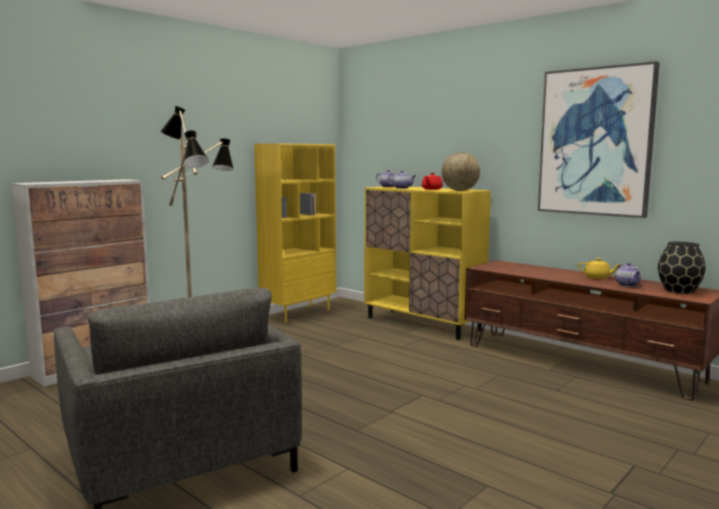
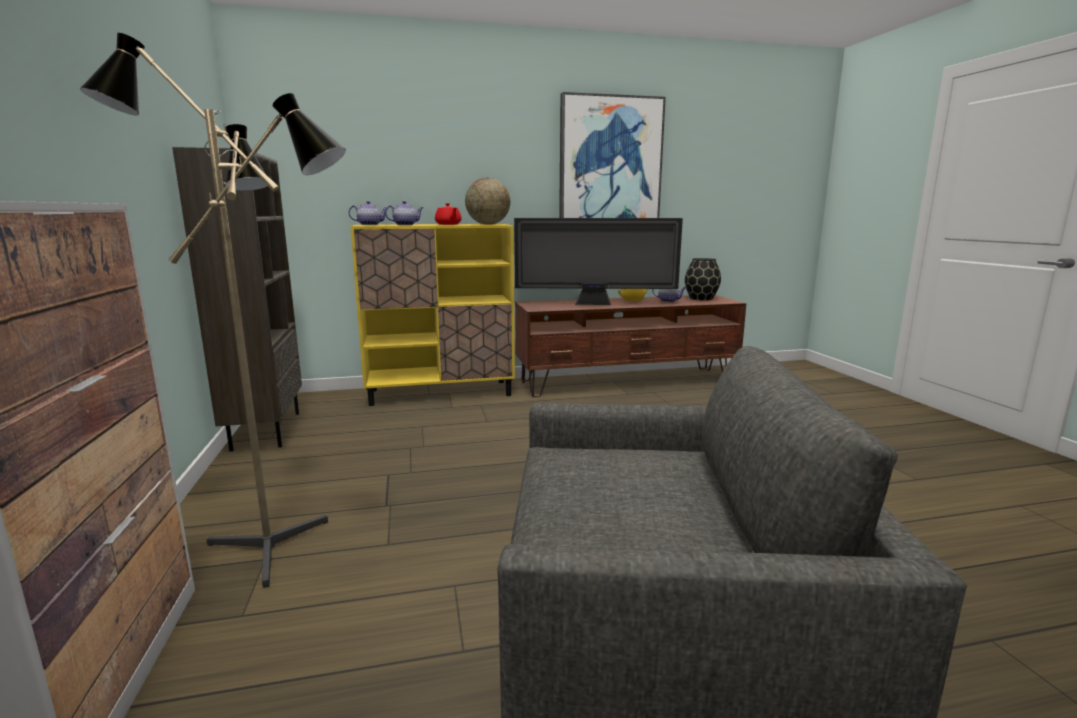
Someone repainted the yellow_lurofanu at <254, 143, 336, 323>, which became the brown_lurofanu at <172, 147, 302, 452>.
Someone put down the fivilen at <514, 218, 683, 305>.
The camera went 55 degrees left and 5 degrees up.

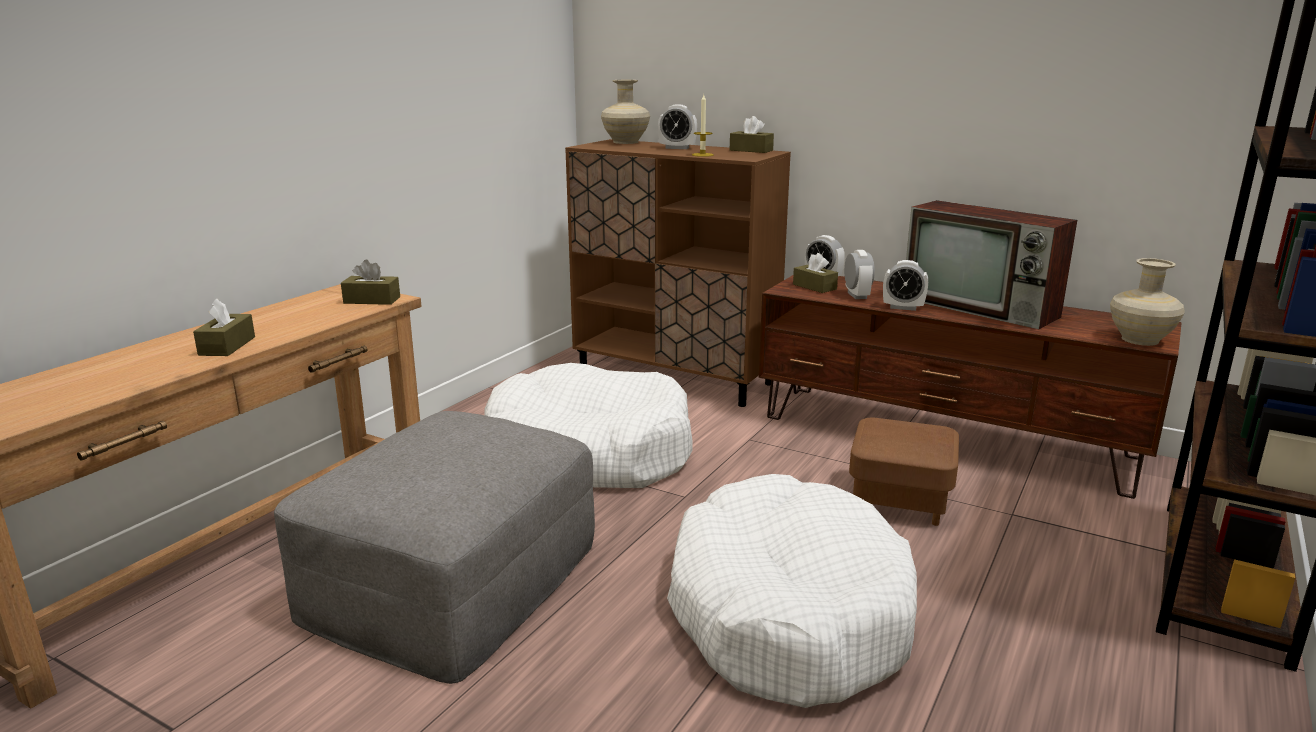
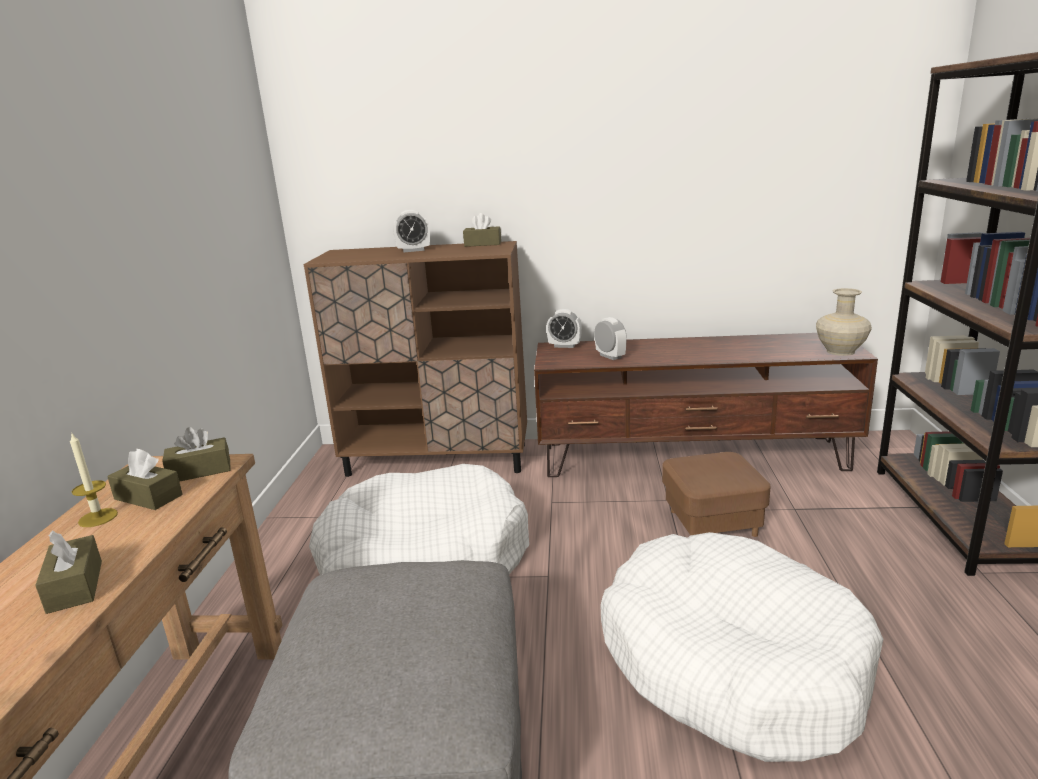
Someone took away the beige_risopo at <601, 80, 650, 144>.
Someone carried the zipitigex from <692, 95, 714, 157> to <70, 434, 118, 527>.
Someone carried the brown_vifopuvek from <793, 253, 838, 293> to <107, 449, 183, 510>.
Someone took away the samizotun at <883, 260, 928, 311>.
Someone took away the fivilen at <906, 200, 1077, 329>.
The camera went 25 degrees left and 0 degrees up.

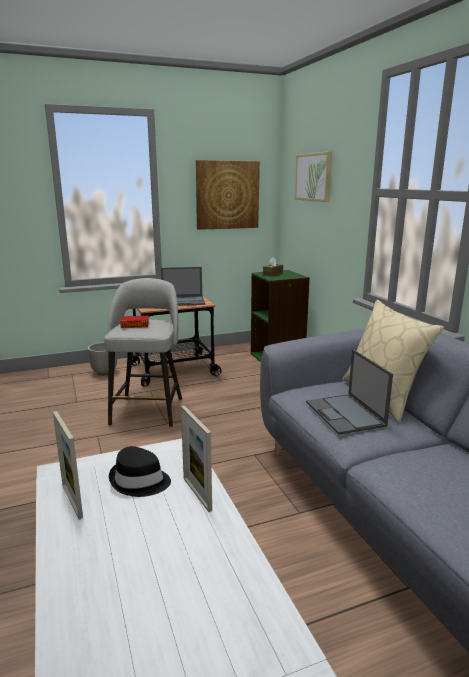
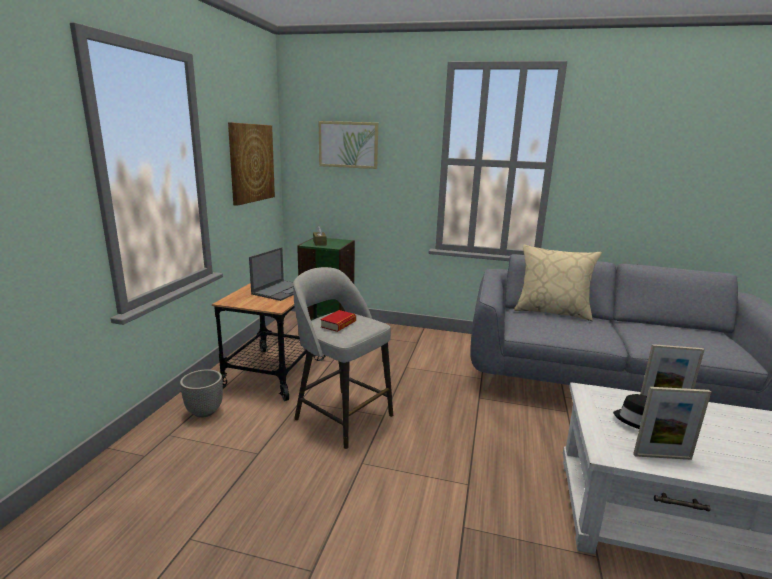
Someone took away the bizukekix at <306, 349, 393, 434>.
The camera went 55 degrees left and 0 degrees up.

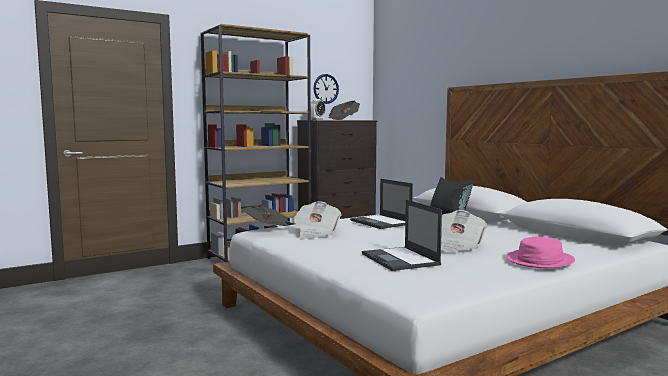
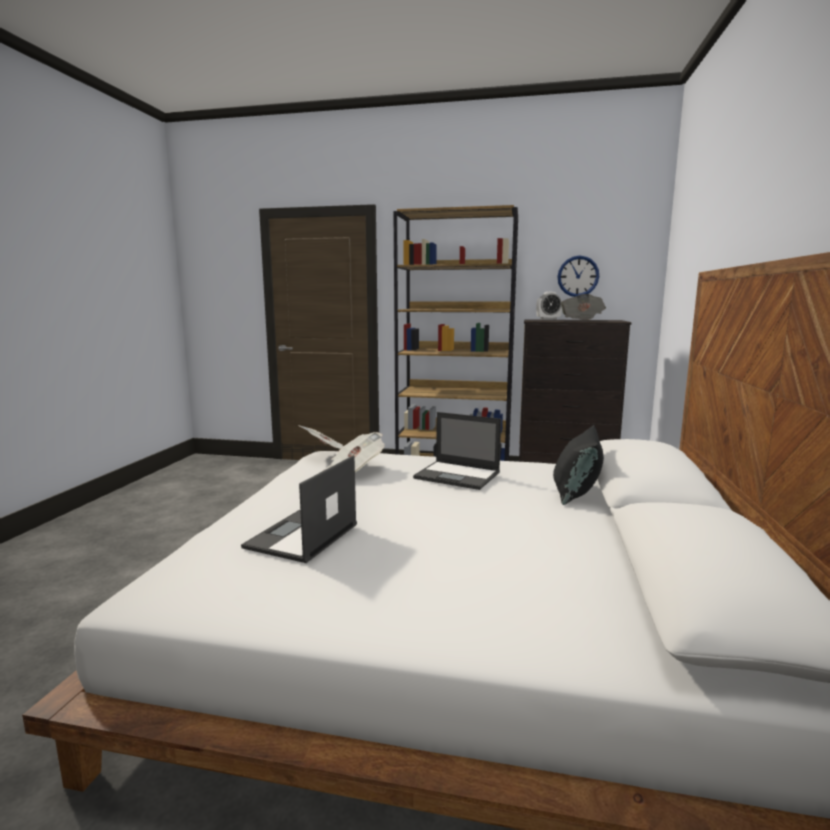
Someone rotated the bizukekix at <350, 179, 413, 229> by 75 degrees counterclockwise.
Someone took away the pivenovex at <441, 210, 487, 252>.
Someone took away the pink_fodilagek at <506, 237, 575, 268>.
The camera went 45 degrees right and 5 degrees up.

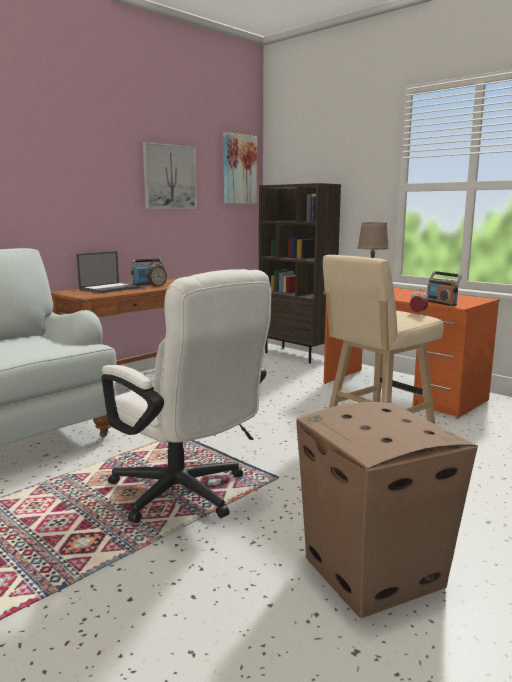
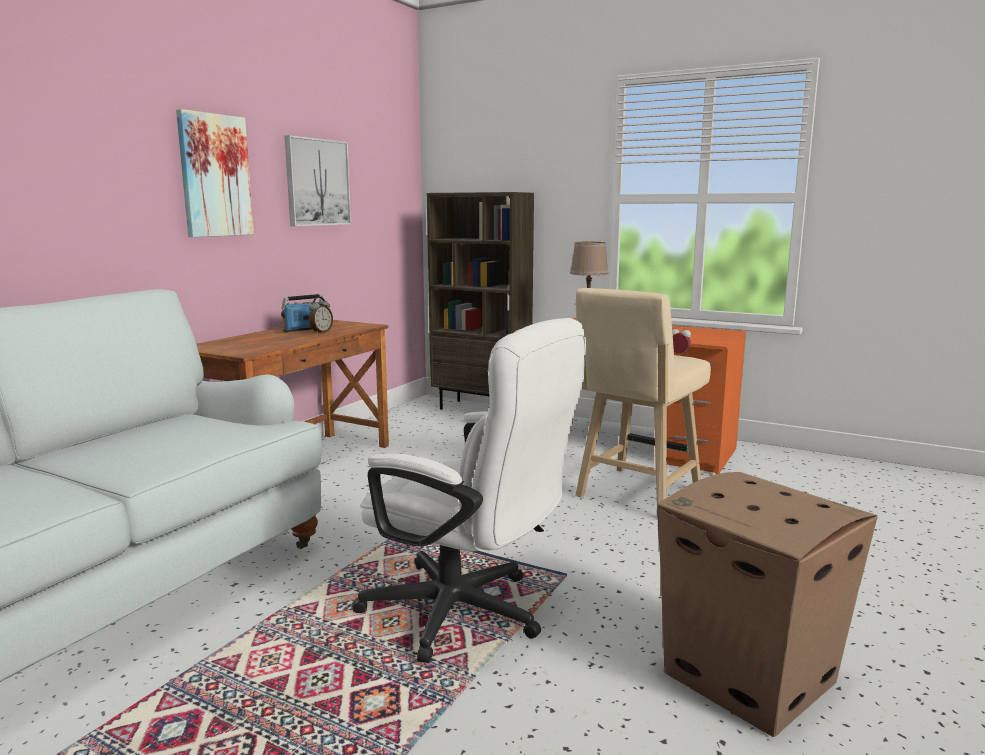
Someone took away the bizukekix at <76, 251, 141, 293>.
Someone carried the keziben from <223, 132, 257, 204> to <176, 109, 254, 237>.
Someone took away the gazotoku at <427, 271, 462, 306>.
The camera went 15 degrees left and 0 degrees up.

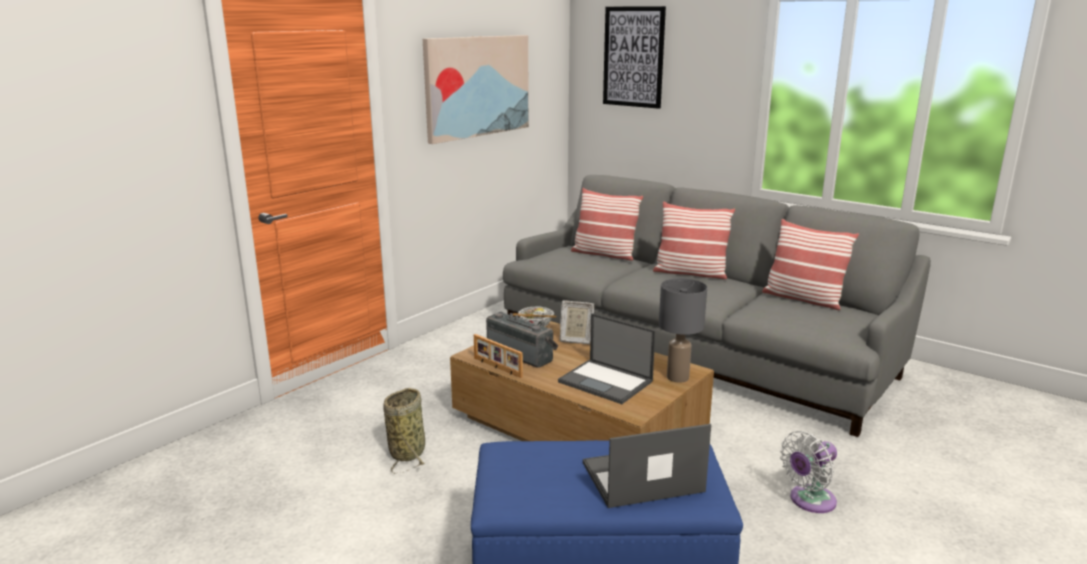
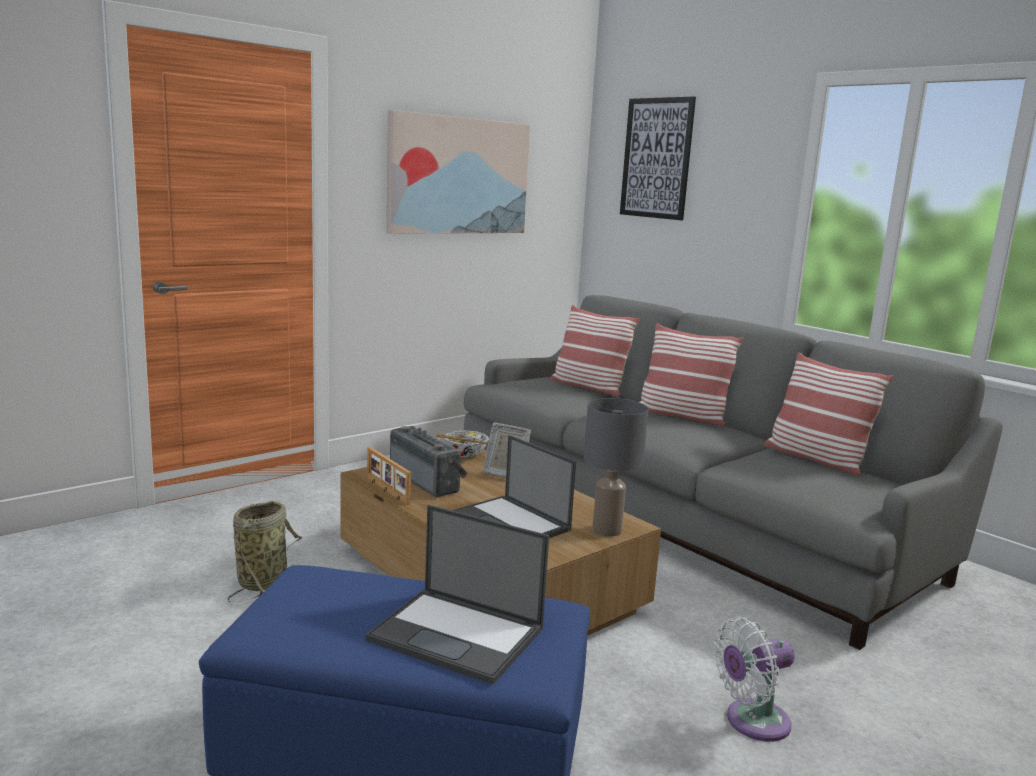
Someone rotated the bizukekix at <583, 424, 711, 508> by 150 degrees counterclockwise.
The camera went 10 degrees right and 5 degrees down.

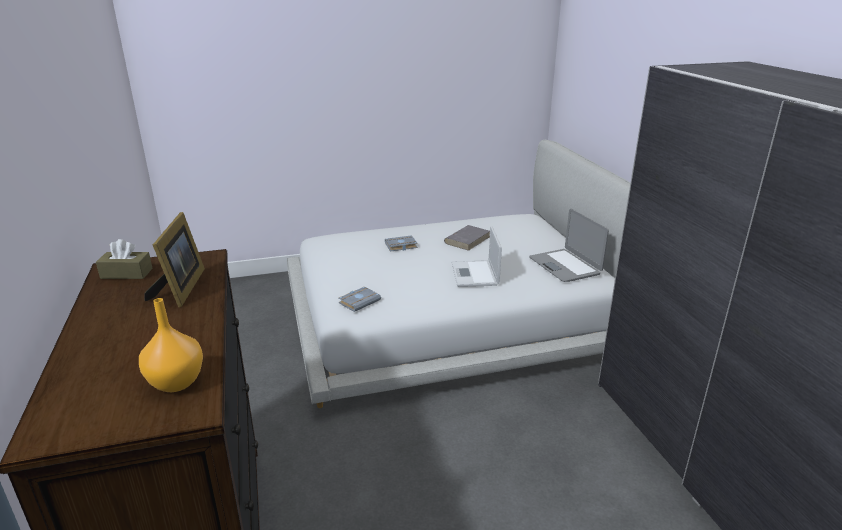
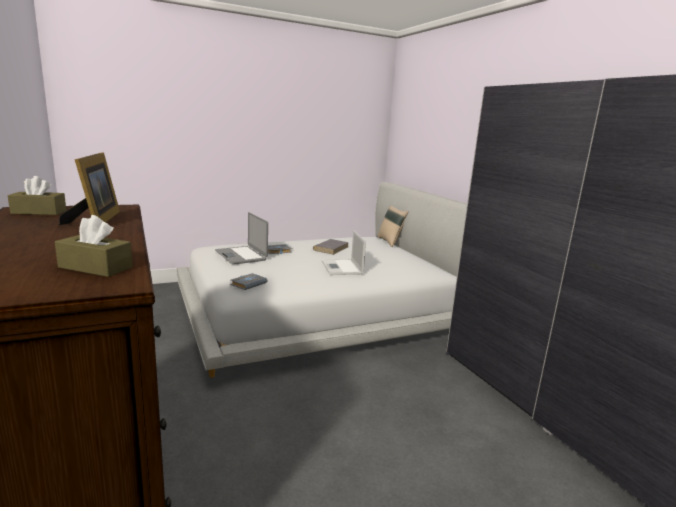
Someone swapped the orange_risopo at <139, 298, 203, 392> for the brown_vifopuvek at <55, 215, 133, 277>.
Someone carried the bizukekix from <529, 209, 609, 282> to <215, 212, 268, 264>.
Someone put down the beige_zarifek at <378, 206, 409, 247>.
The camera went 10 degrees left and 10 degrees down.

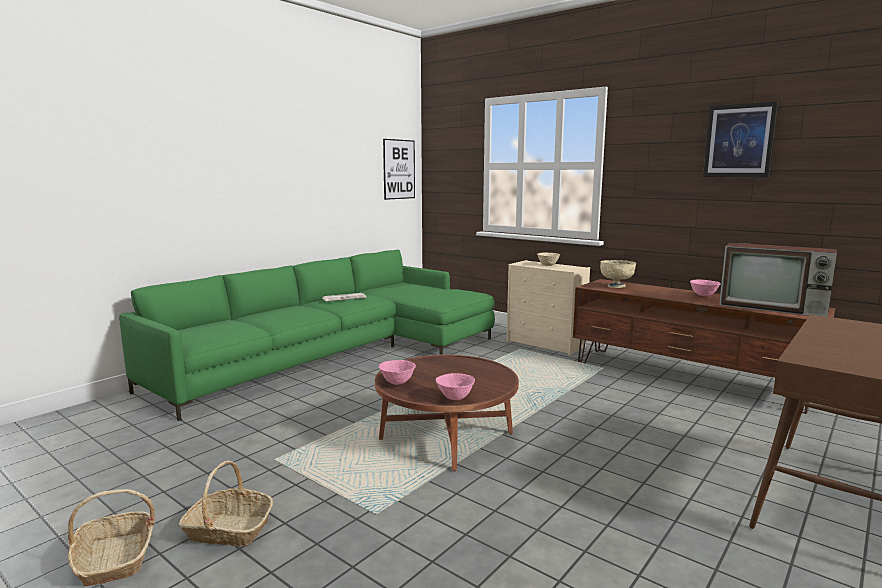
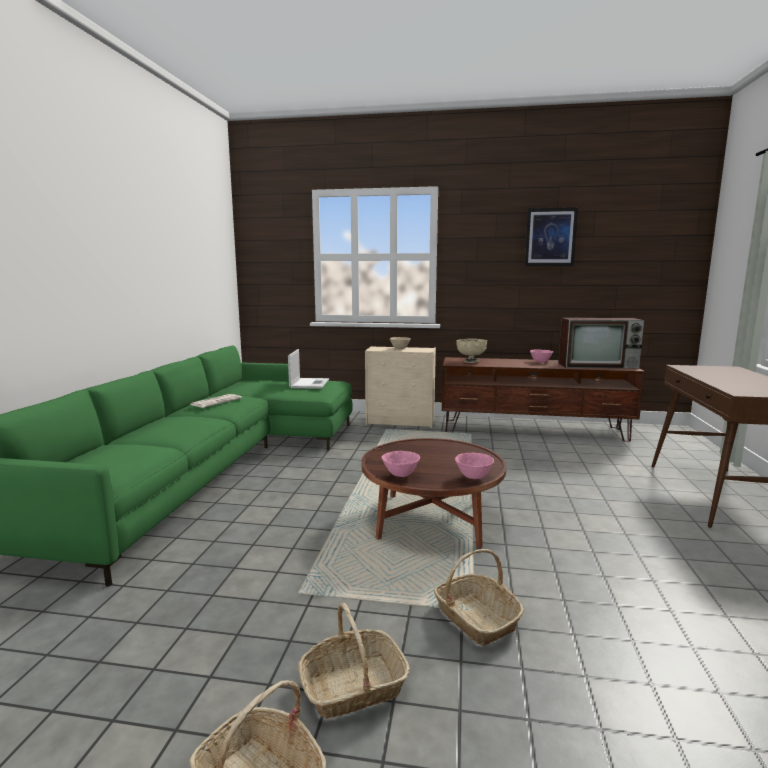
Someone took away the keziben at <383, 139, 415, 200>.
Someone put down the bizukekix at <288, 349, 329, 389>.
Someone put down the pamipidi at <434, 549, 525, 646>.
The camera went 30 degrees left and 0 degrees up.

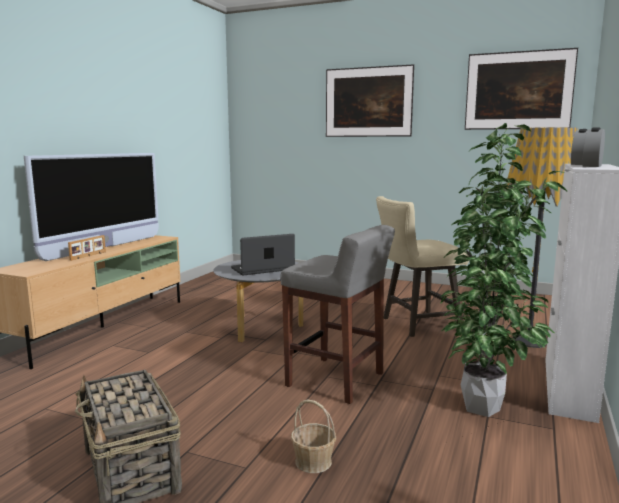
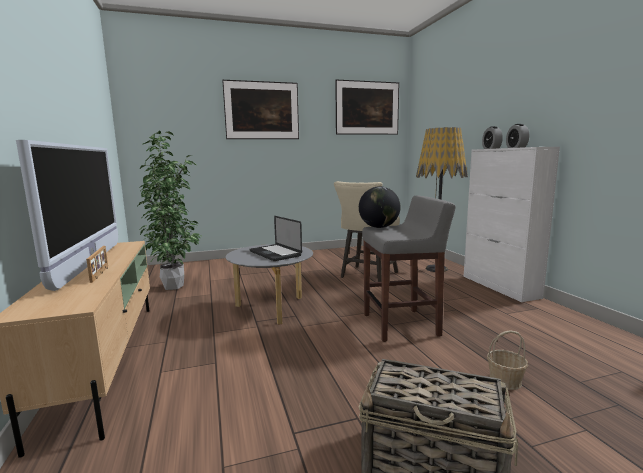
Someone rotated the bizukekix at <231, 234, 295, 275> by 60 degrees counterclockwise.
Someone carried the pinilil from <441, 123, 567, 417> to <137, 131, 203, 290>.
Someone put down the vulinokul at <359, 186, 401, 228>.
The camera went 40 degrees left and 0 degrees up.

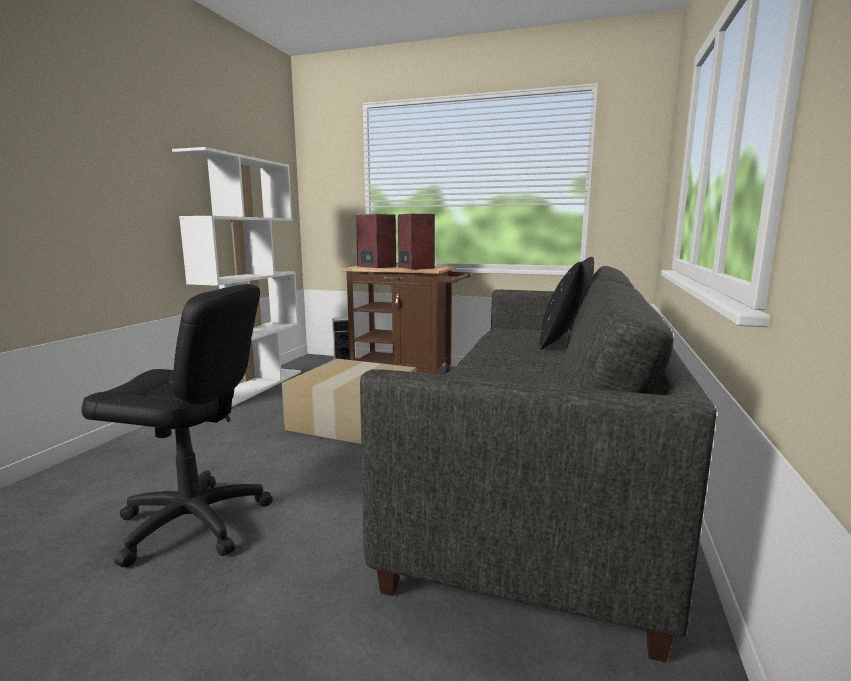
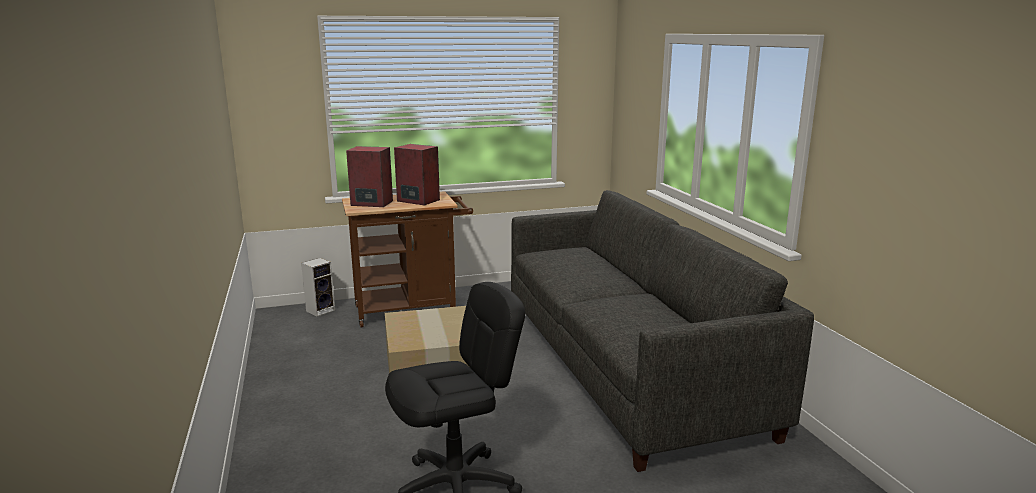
Someone took away the white_lurofanu at <172, 147, 301, 407>.
Someone took away the black_zarifek at <539, 257, 594, 349>.
The camera went 35 degrees left and 5 degrees up.

